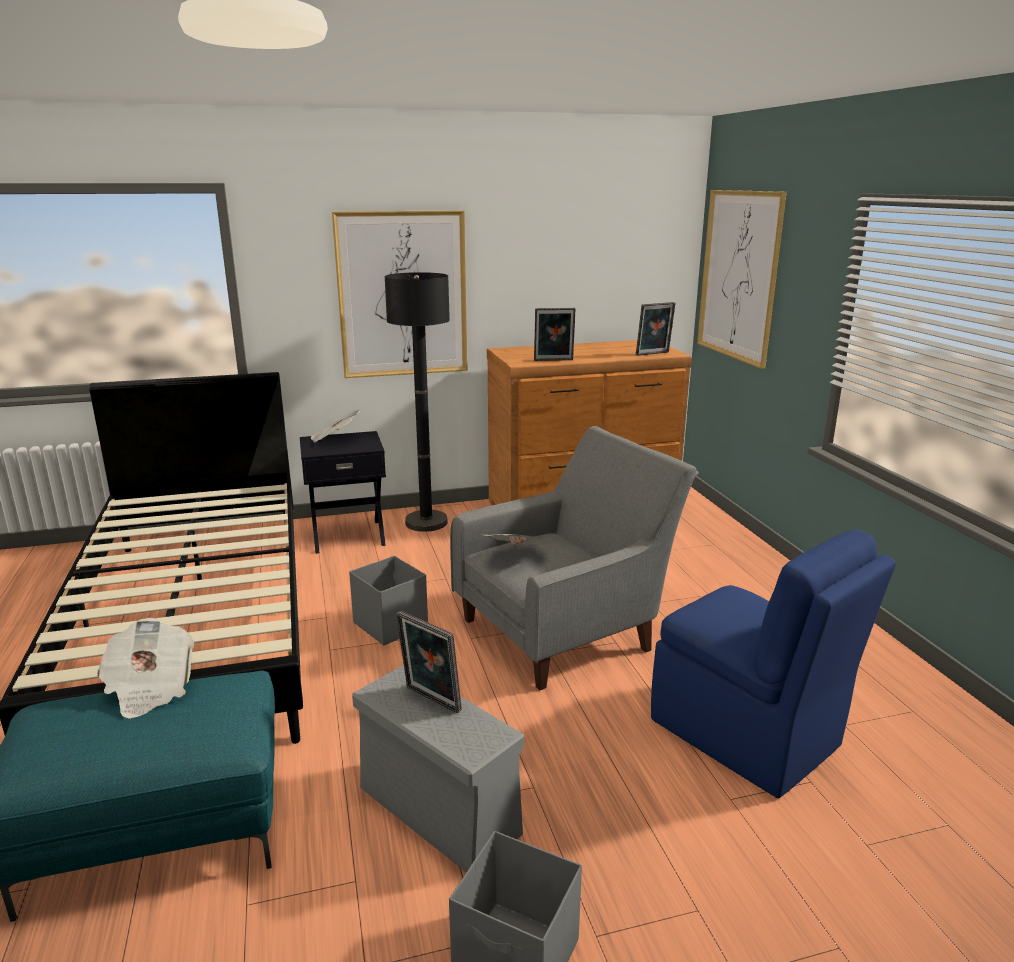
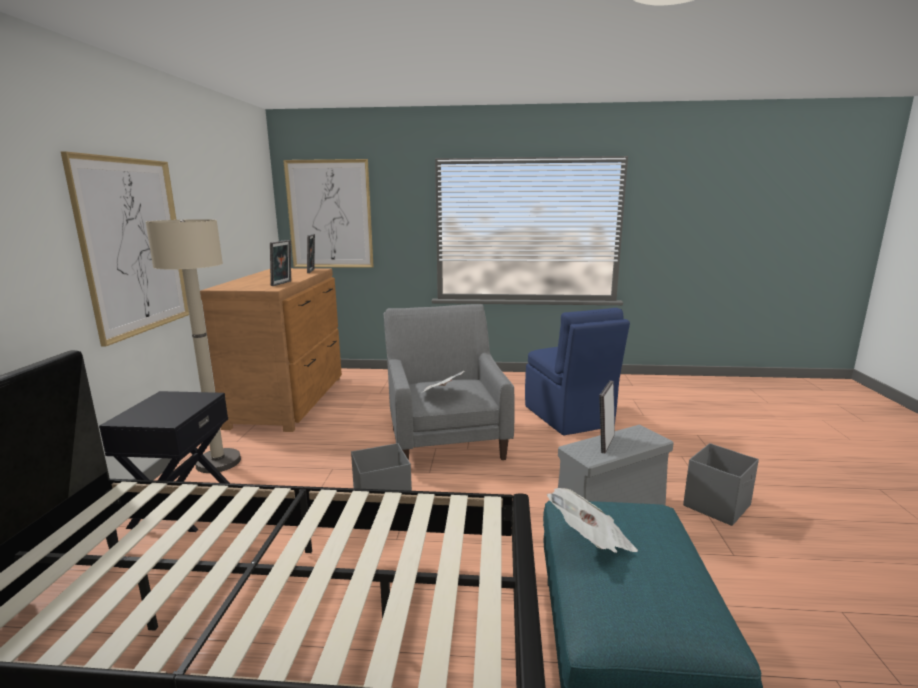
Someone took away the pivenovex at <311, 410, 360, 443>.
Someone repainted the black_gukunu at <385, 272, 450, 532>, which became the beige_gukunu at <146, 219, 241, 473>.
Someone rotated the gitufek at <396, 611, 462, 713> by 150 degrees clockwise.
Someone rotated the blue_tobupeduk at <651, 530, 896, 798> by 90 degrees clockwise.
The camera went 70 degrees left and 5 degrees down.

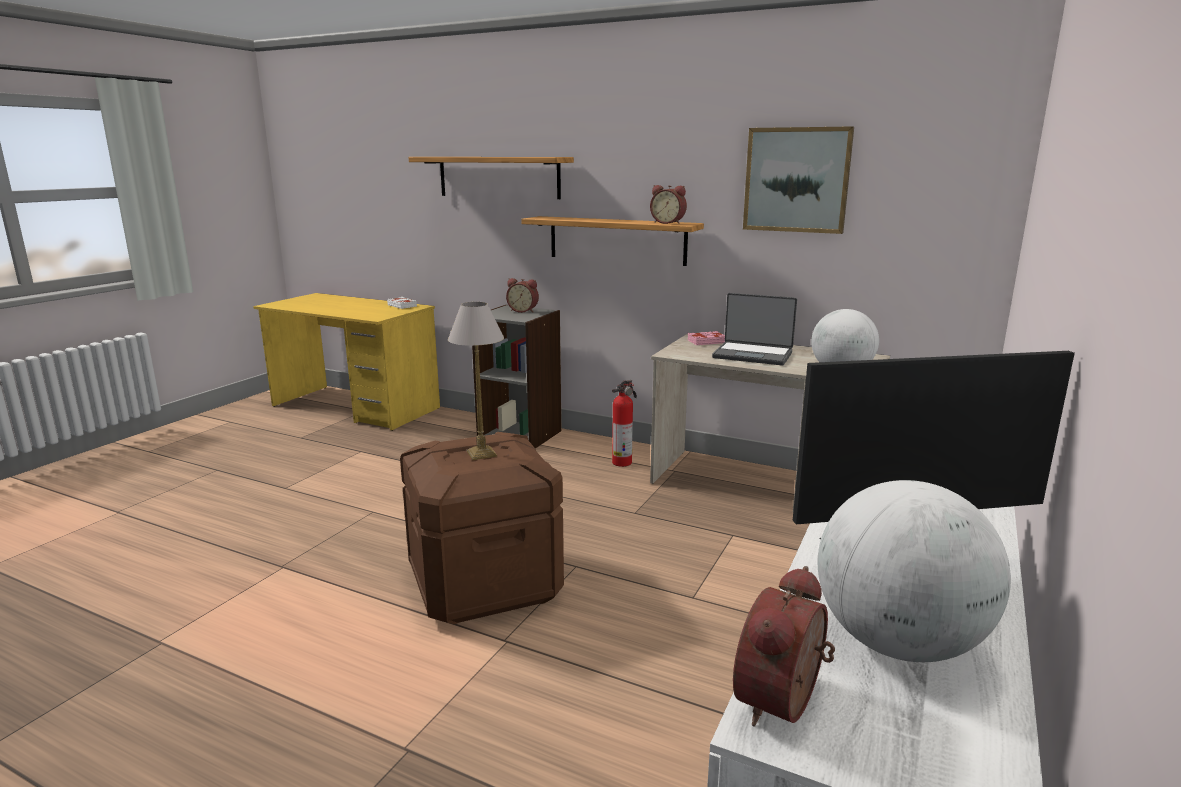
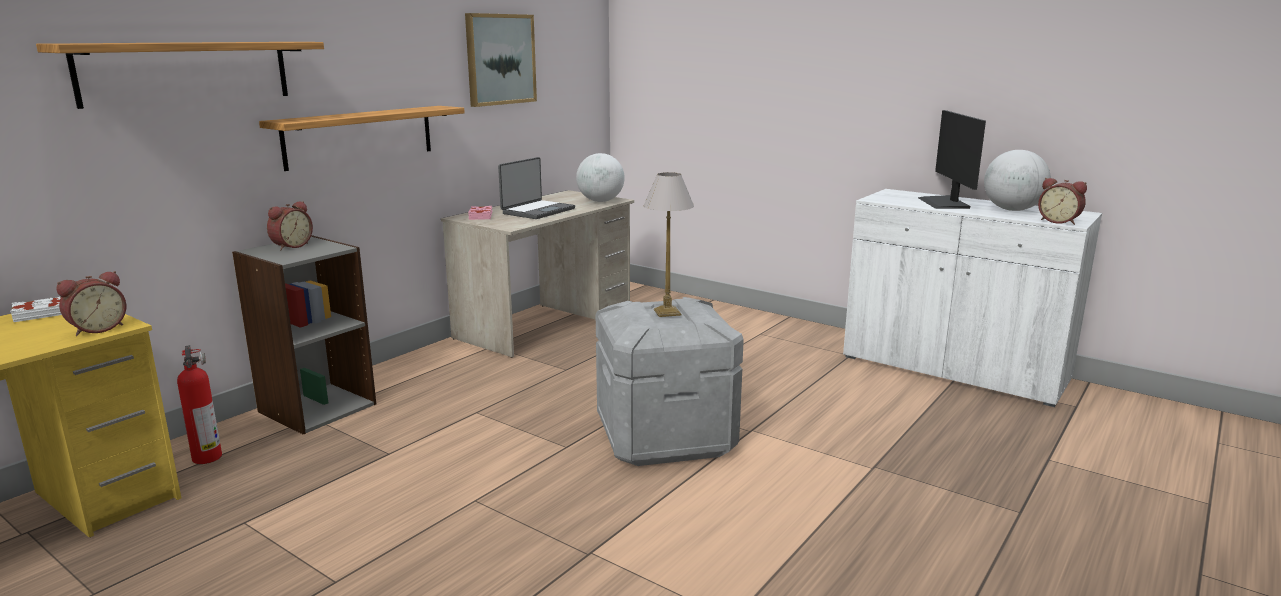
Someone repainted the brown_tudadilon at <400, 432, 564, 624>, which became the grey_tudadilon at <596, 297, 744, 466>.
Someone carried the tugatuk from <612, 380, 637, 467> to <177, 345, 222, 464>.
Someone carried the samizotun from <650, 185, 687, 224> to <56, 271, 126, 336>.
The camera went 80 degrees left and 0 degrees up.

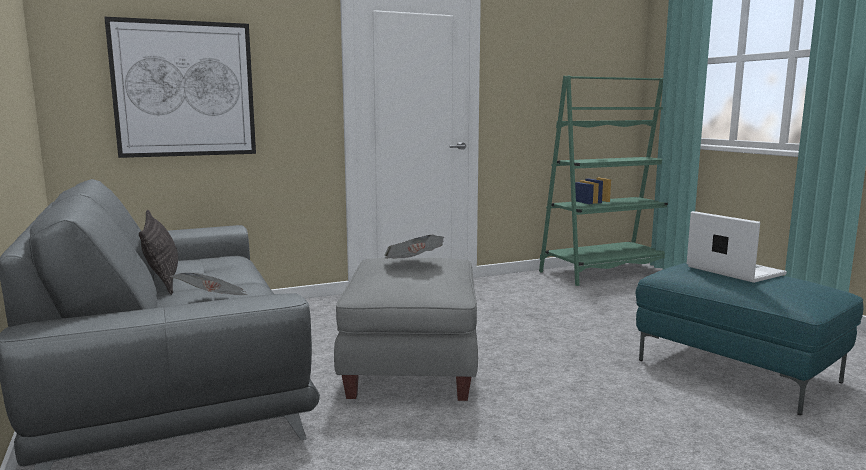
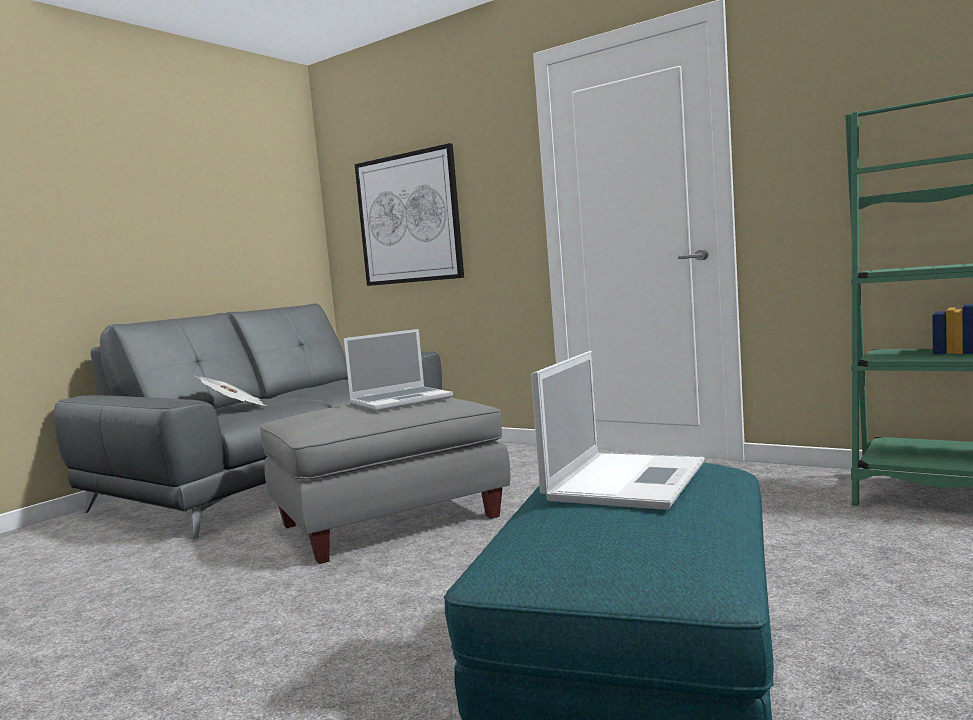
Someone took away the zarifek at <139, 210, 178, 295>.
Someone swapped the pivenovex at <385, 235, 444, 259> for the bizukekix at <344, 329, 453, 411>.
The camera went 60 degrees right and 5 degrees down.

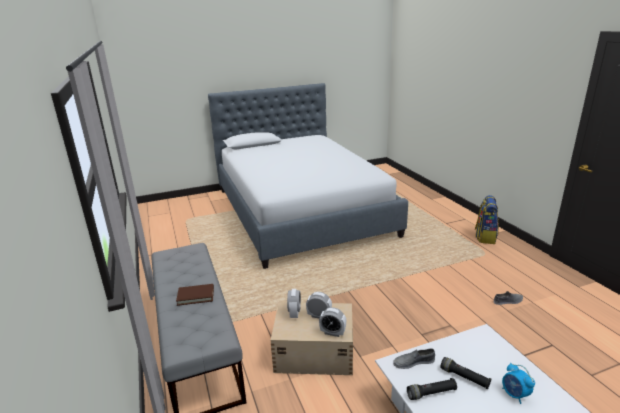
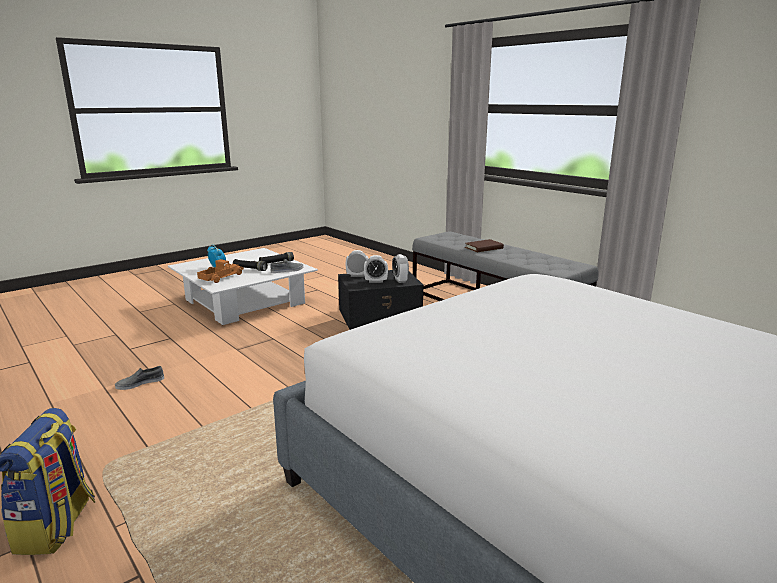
Someone repainted the beige_tudadilon at <270, 302, 353, 375>, which became the black_tudadilon at <338, 270, 423, 330>.
Someone put down the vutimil at <197, 259, 244, 283>.
The camera went 160 degrees right and 5 degrees down.

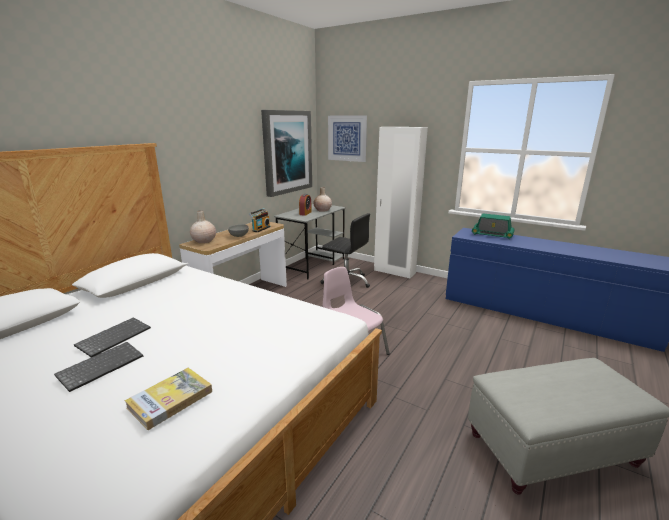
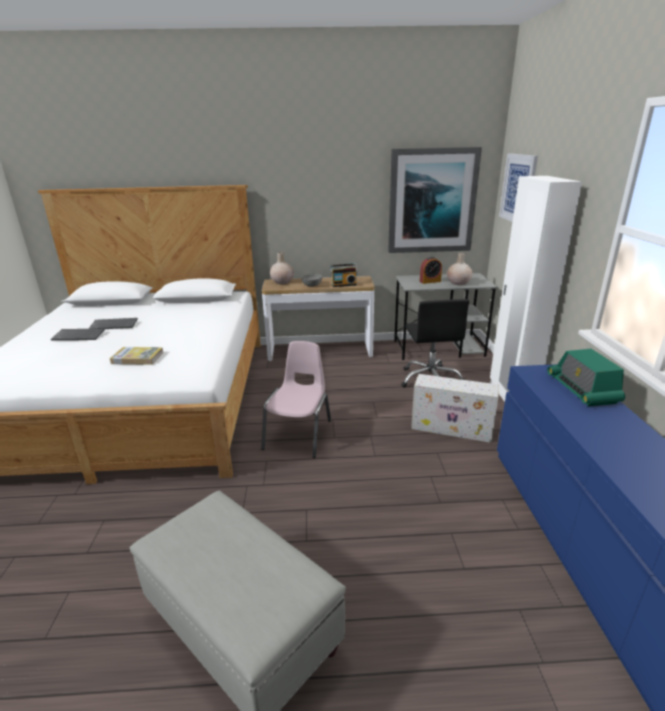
Someone carried the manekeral from <125, 368, 212, 430> to <110, 347, 164, 365>.
Someone put down the white_tudadilon at <411, 374, 499, 443>.
The camera went 55 degrees right and 5 degrees up.

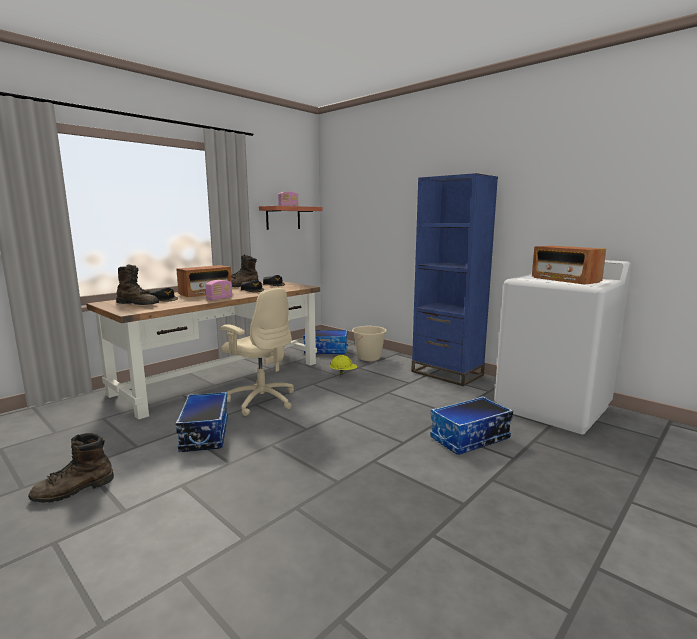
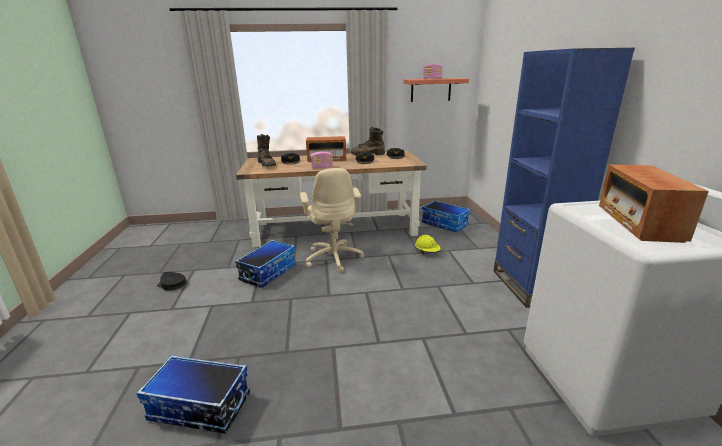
Someone swapped the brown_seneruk at <28, 433, 114, 503> for the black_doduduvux at <157, 272, 186, 291>.
Someone took away the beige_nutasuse at <352, 326, 387, 361>.
Someone carried the tudadilon from <430, 396, 513, 455> to <137, 355, 250, 434>.
The camera went 40 degrees right and 10 degrees up.

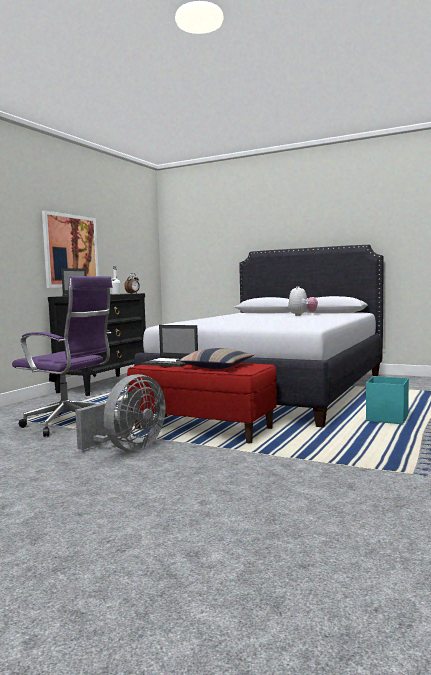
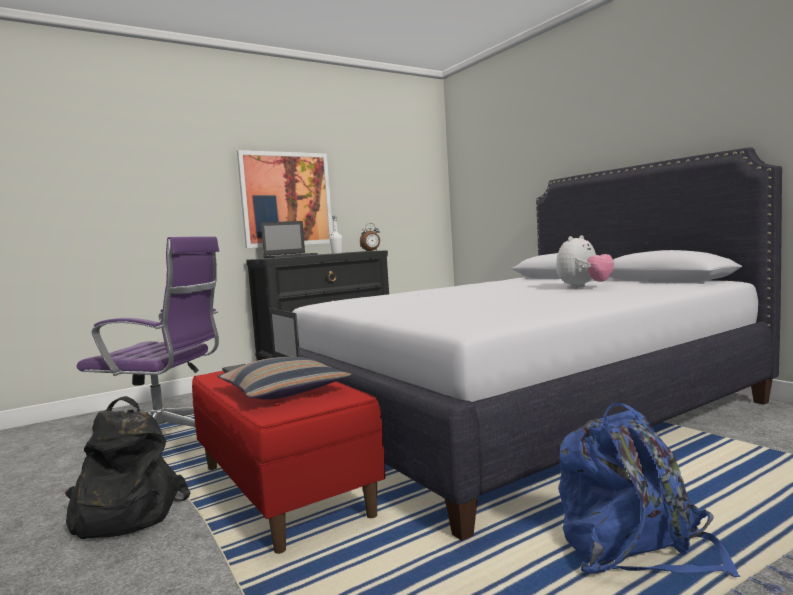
Someone rotated the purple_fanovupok at <12, 276, 112, 437> by 45 degrees counterclockwise.
Someone swapped the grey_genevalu at <75, 374, 166, 452> for the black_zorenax at <65, 396, 190, 539>.
Someone swapped the turquoise_tudadilon at <366, 376, 409, 424> for the blue_zorenax at <558, 403, 740, 577>.
The camera went 30 degrees right and 0 degrees up.

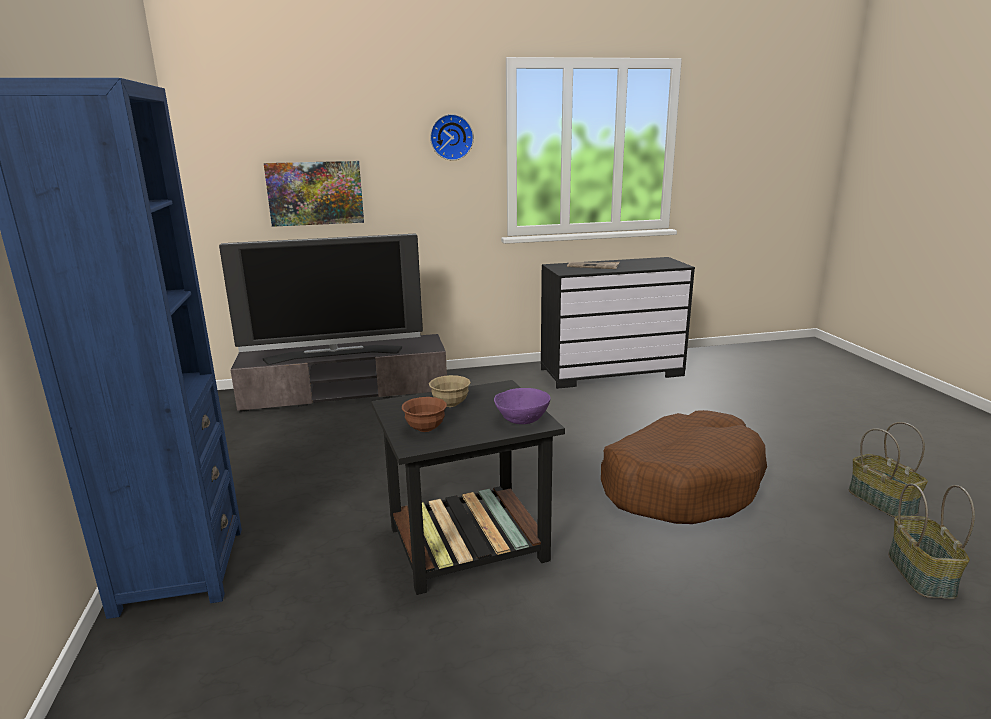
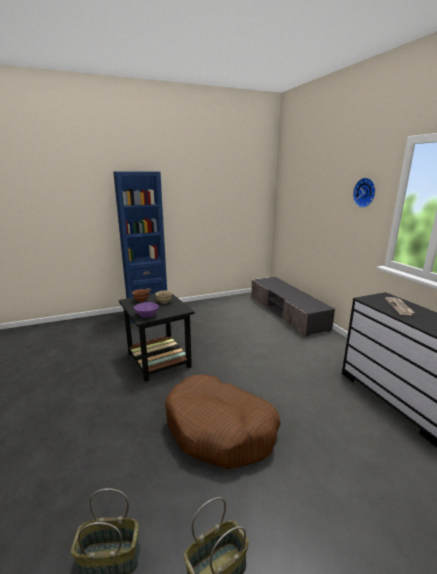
Someone took away the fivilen at <219, 233, 423, 365>.
Someone took away the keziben at <264, 161, 364, 227>.
The camera went 80 degrees right and 0 degrees up.

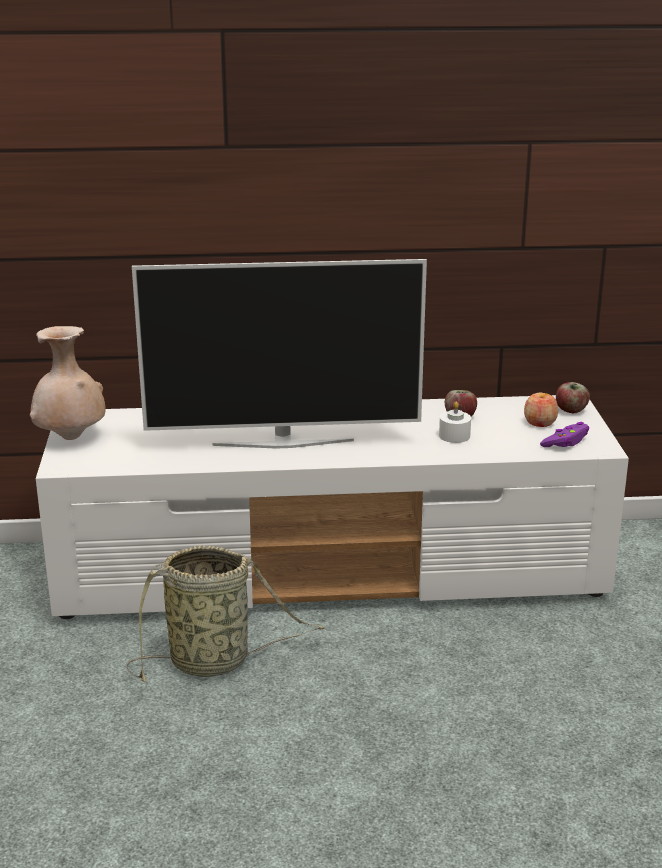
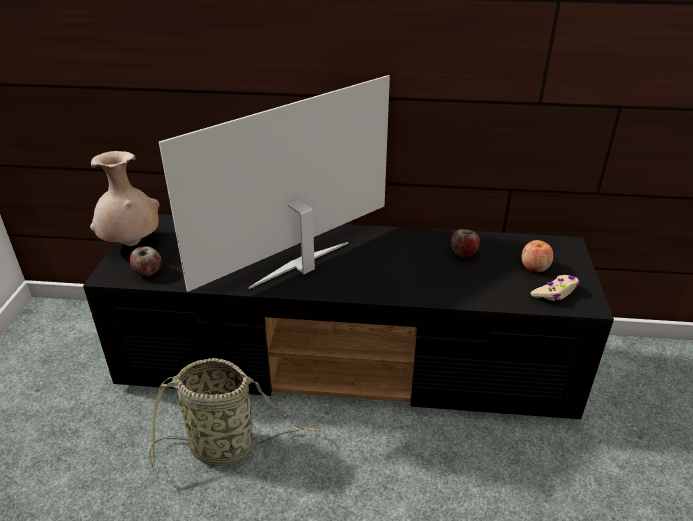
Someone repainted the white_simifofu at <36, 395, 629, 619>, which became the black_simifofu at <83, 214, 614, 419>.
Someone rotated the fivilen at <132, 259, 427, 449> by 135 degrees clockwise.
Someone took away the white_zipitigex at <439, 402, 471, 443>.
Someone repainted the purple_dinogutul at <540, 422, 589, 447>, which became the beige_dinogutul at <531, 275, 580, 301>.
Someone carried the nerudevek from <556, 382, 590, 413> to <130, 246, 162, 276>.
The camera went 10 degrees right and 10 degrees up.

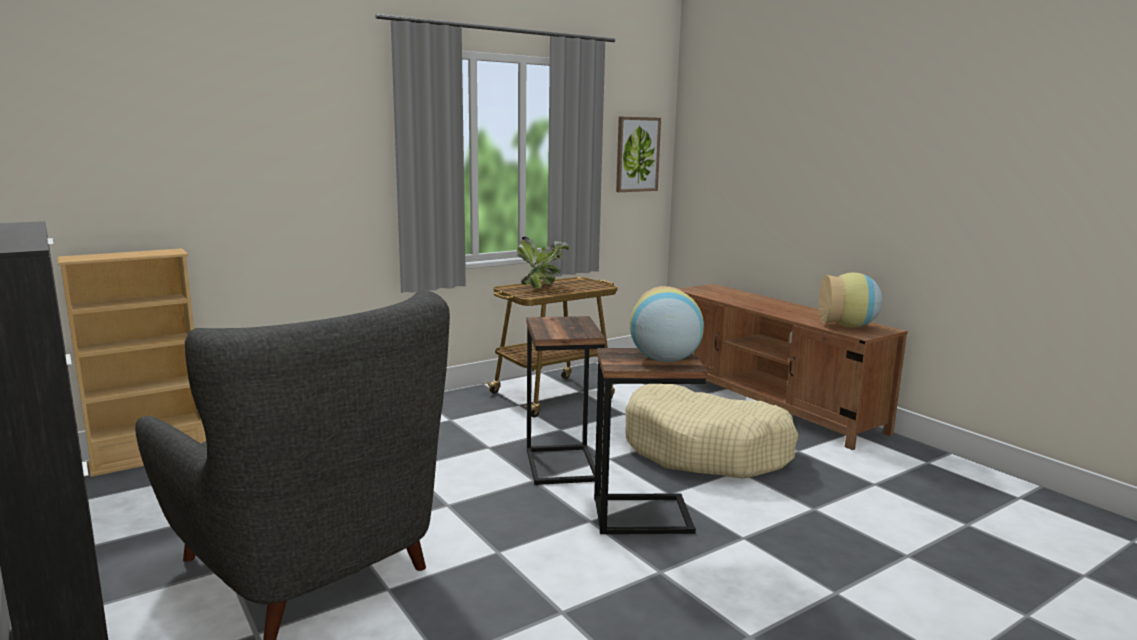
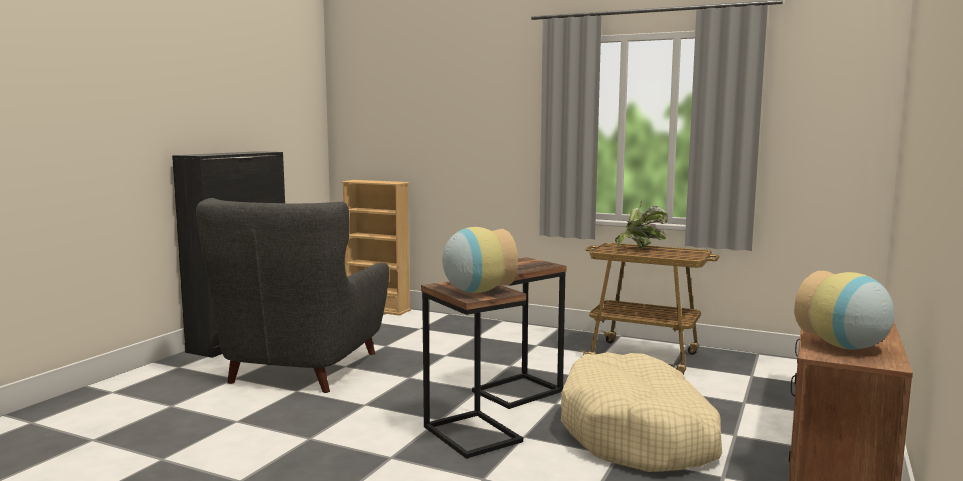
Someone took away the keziben at <616, 117, 661, 192>.
The camera went 60 degrees right and 5 degrees down.

